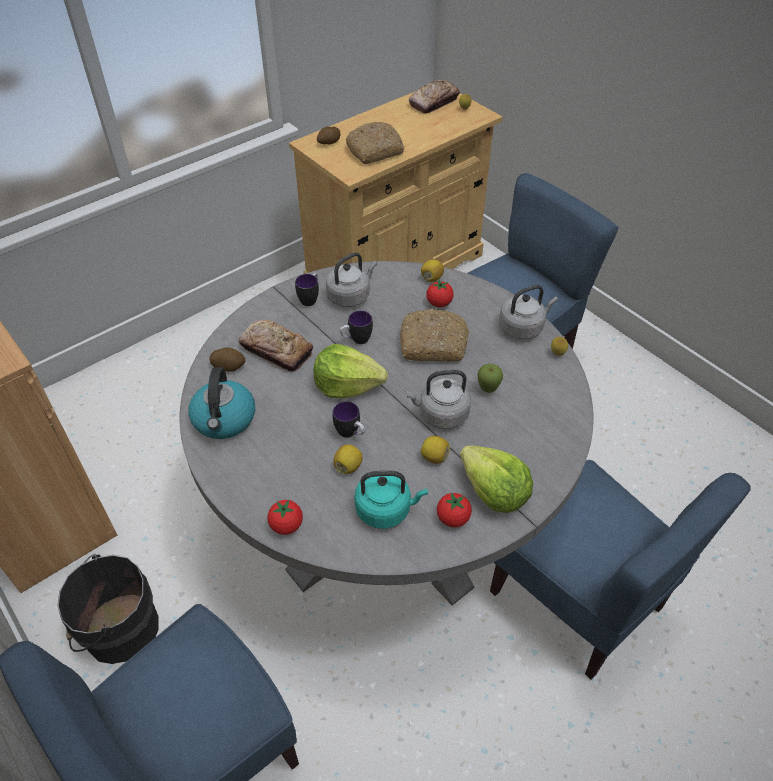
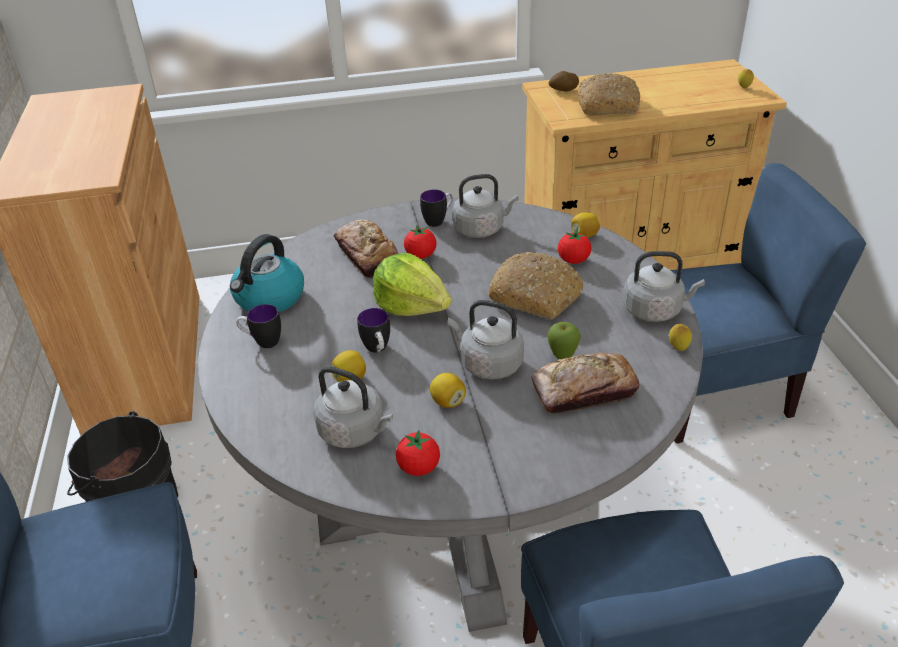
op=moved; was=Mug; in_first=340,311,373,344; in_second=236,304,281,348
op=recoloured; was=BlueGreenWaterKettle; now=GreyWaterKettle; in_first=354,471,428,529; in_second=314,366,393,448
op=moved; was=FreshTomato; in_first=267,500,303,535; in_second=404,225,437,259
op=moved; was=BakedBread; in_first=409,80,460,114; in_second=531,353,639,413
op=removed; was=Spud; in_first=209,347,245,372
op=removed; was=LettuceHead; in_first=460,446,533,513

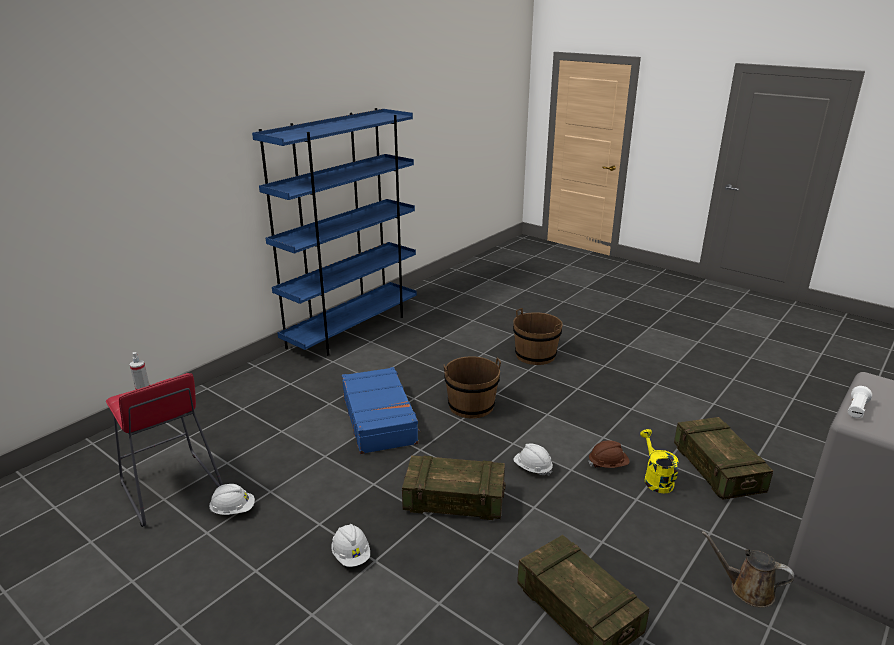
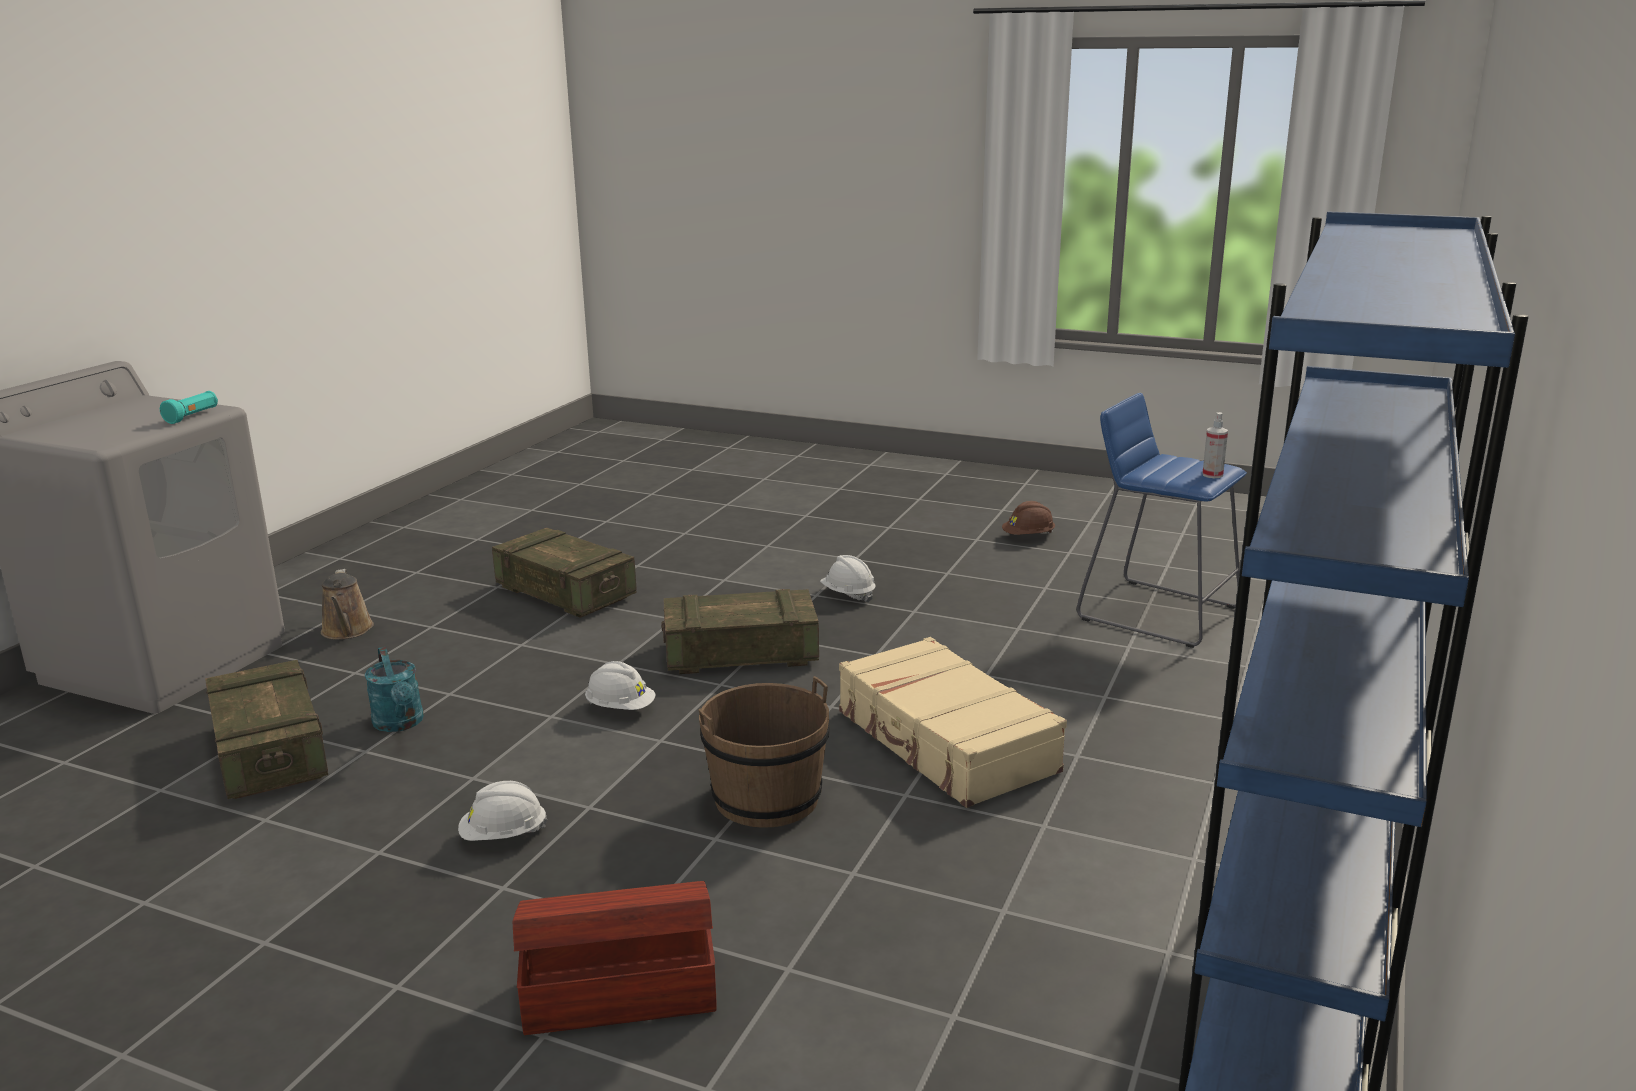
op=recoloured; was=WhitishFlashlight; now=BlueGreenFlashlight; in_first=848,386,872,418; in_second=160,391,218,424
op=turned; was=BrownishWateringCan; in_first=701,531,794,608; in_second=321,569,374,640; clockwise=60
op=recoloured; was=YellowWateringCan; now=BlueGreenWateringCan; in_first=640,429,679,493; in_second=364,647,424,732
op=moved; was=WhitishWorkHelmet; in_first=209,484,255,515; in_second=458,781,548,841
op=replaced; was=BrownishPail; now=BrownishStorageBin; in_first=513,308,563,365; in_second=513,881,717,1035
op=recoloured; was=BlueSuitcase; now=SandColouredSuitcase; in_first=342,367,420,454; in_second=839,637,1067,808
op=moved; was=BrownishWorkHelmet; in_first=589,440,630,468; in_second=1002,501,1055,535
op=recoloured; was=RedSittingStool; now=BlueSittingStool; in_first=106,373,223,527; in_second=1077,393,1247,648

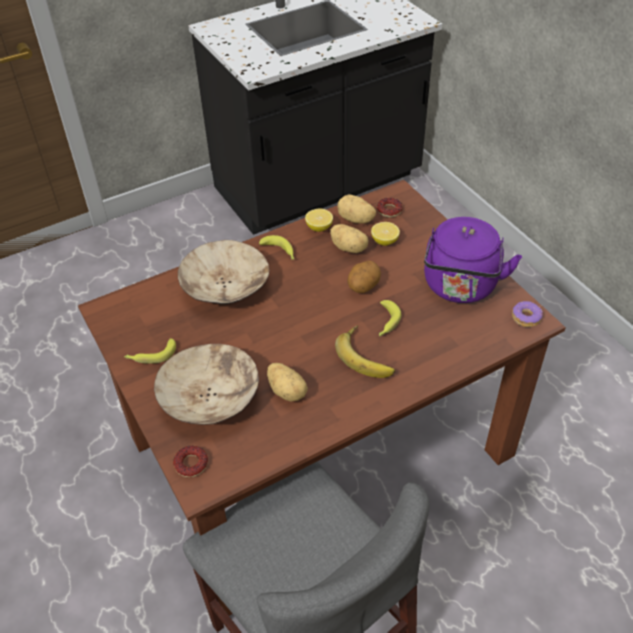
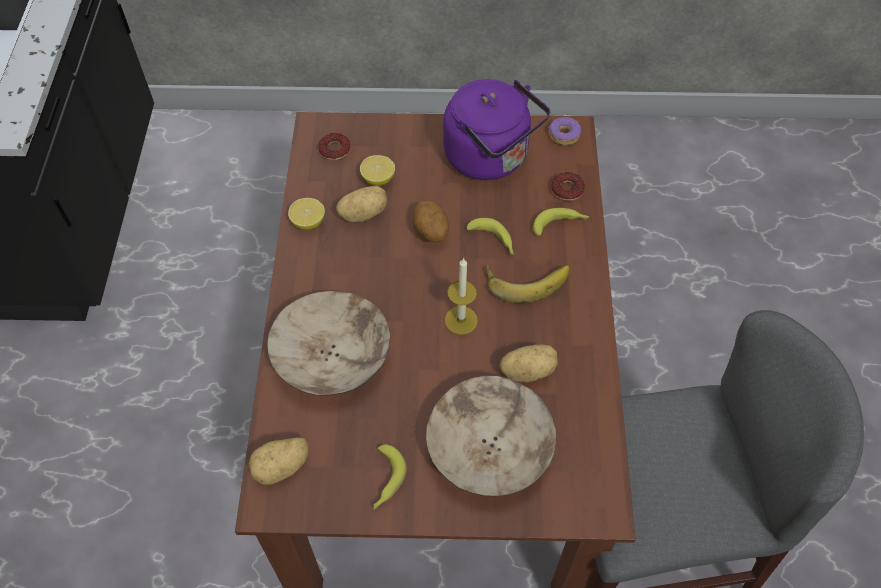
op=moved; was=Spud; in_first=337,194,376,223; in_second=248,437,309,485
op=added; now=Candle; in_second=445,258,478,335
op=moved; was=Banana; in_first=259,235,294,260; in_second=533,208,589,236
op=moved; was=Donut; in_first=173,445,208,477; in_second=551,172,585,201

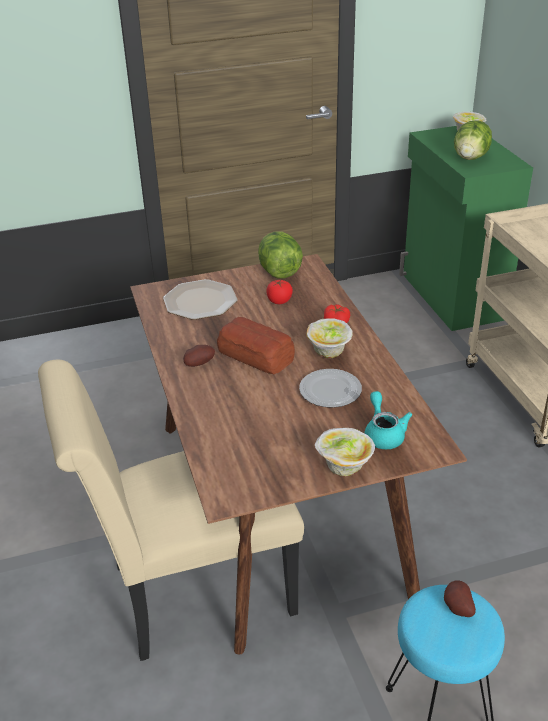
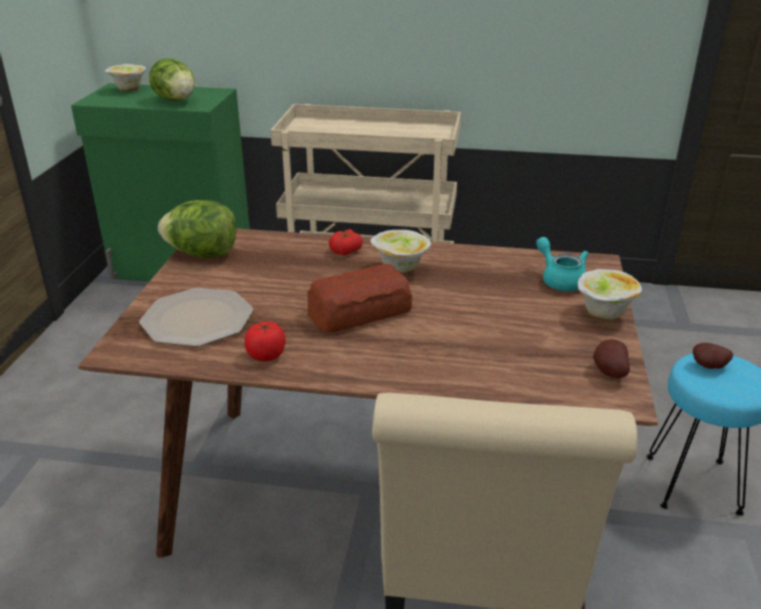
op=moved; was=FreshTomato; in_first=266,280,293,304; in_second=244,321,286,361
op=turned; was=BlueGreenTeapot; in_first=365,391,412,449; in_second=536,237,588,291; clockwise=45
op=moved; was=Spud; in_first=183,345,215,367; in_second=593,339,630,378
op=removed; was=DinnerPlate; in_first=299,369,362,408

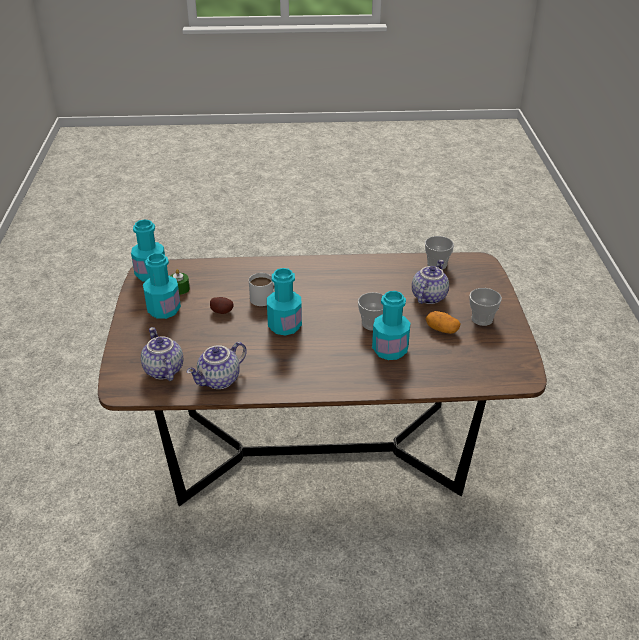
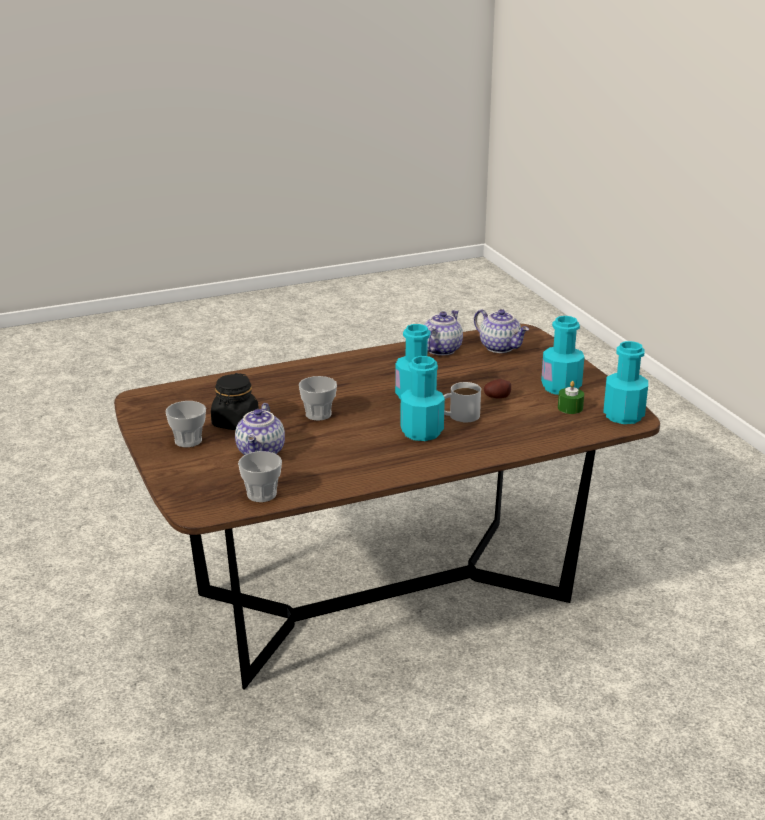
op=replaced; was=Spud; now=BlackJar; in_first=426,311,461,334; in_second=211,373,259,430
op=moved; was=BlueGreenDrinkBottle; in_first=372,291,411,360; in_second=400,356,445,441

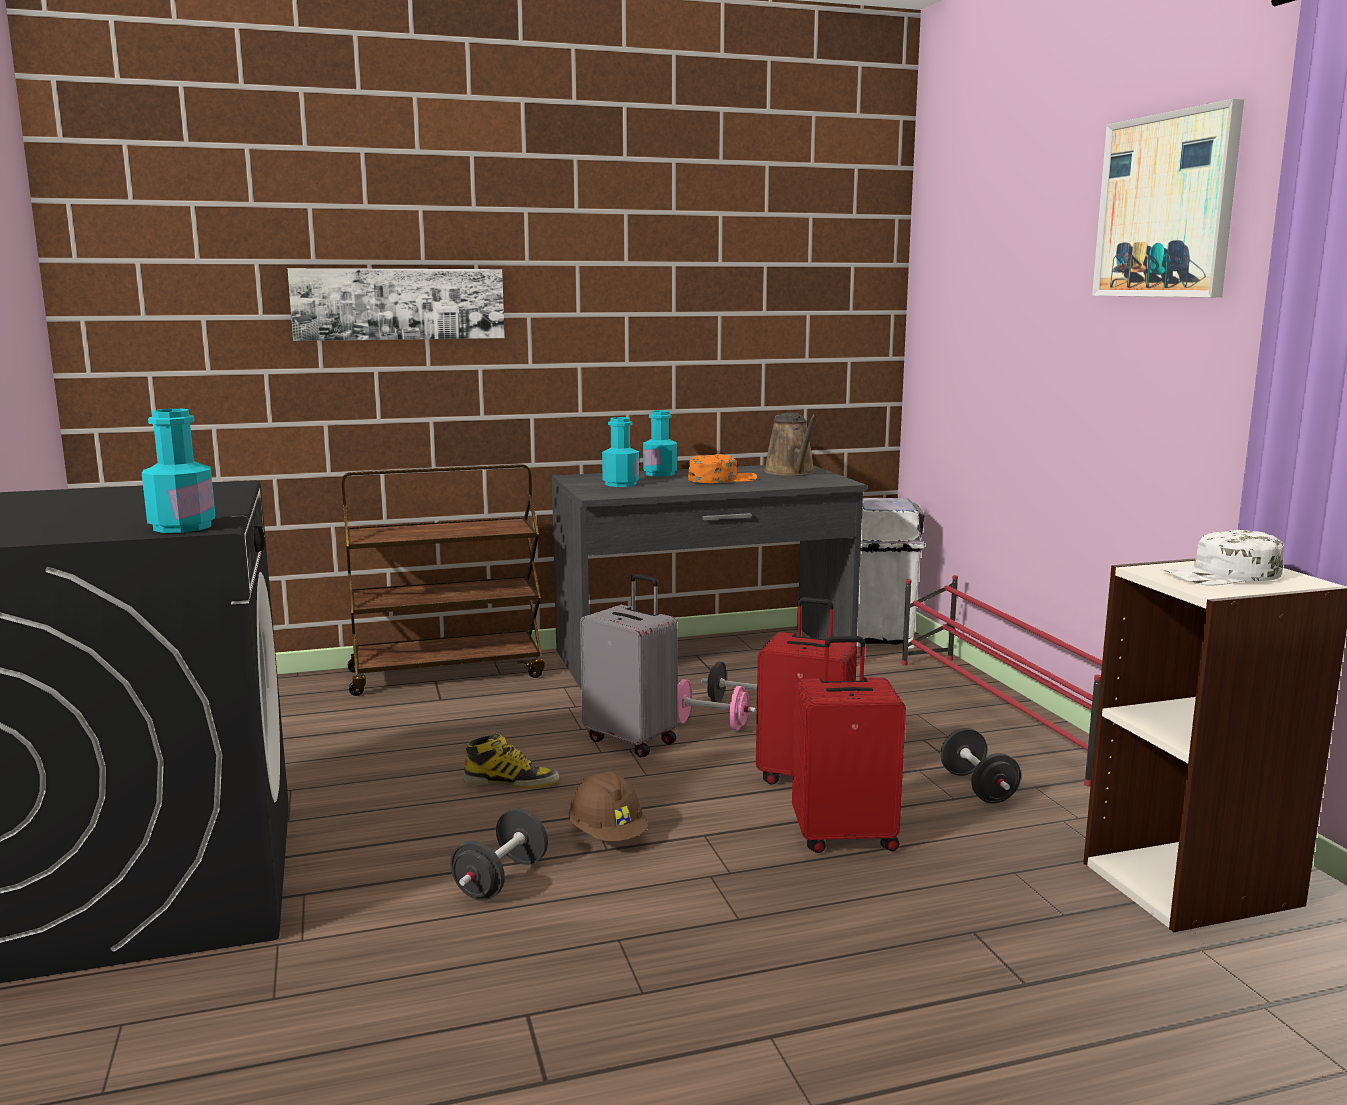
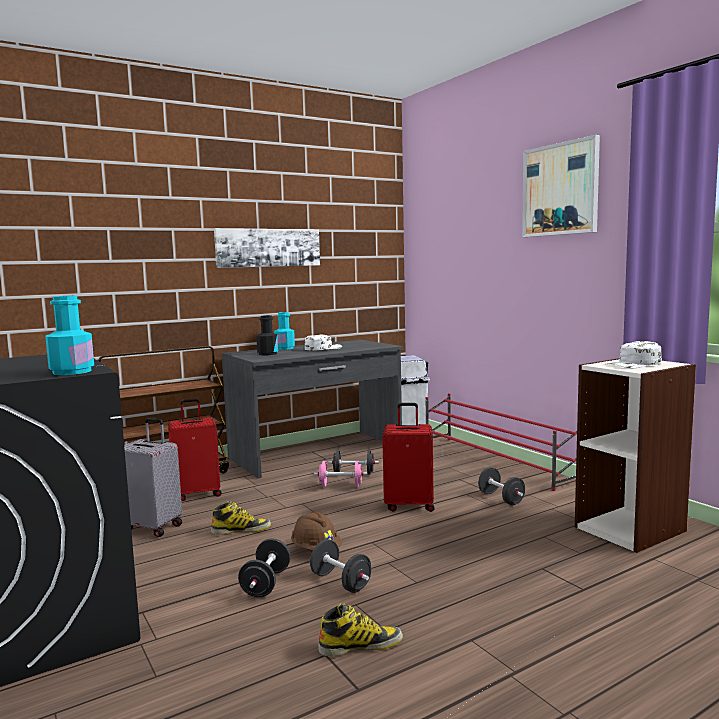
op=moved; was=GreySuitcase; in_first=580,573,677,757; in_second=124,418,182,537
op=moved; was=RedSuitcase; in_first=792,636,906,853; in_second=168,398,222,501
op=moved; was=WallPicture; in_first=288,268,505,341; in_second=214,228,320,268
op=recoloured; was=BlueGreenDrinkBottle; now=BlackDrinkBottle; in_first=602,417,639,487; in_second=256,315,278,355
op=recoloured; was=OrangeColouredCap; now=WhitishCap; in_first=688,454,757,483; in_second=304,335,342,350
op=added; now=BlackFreeWeight; in_second=310,539,372,593
op=added; now=HighTopBoot; in_second=318,603,403,656
op=removed; was=BrownishWateringCan; in_first=764,413,818,476

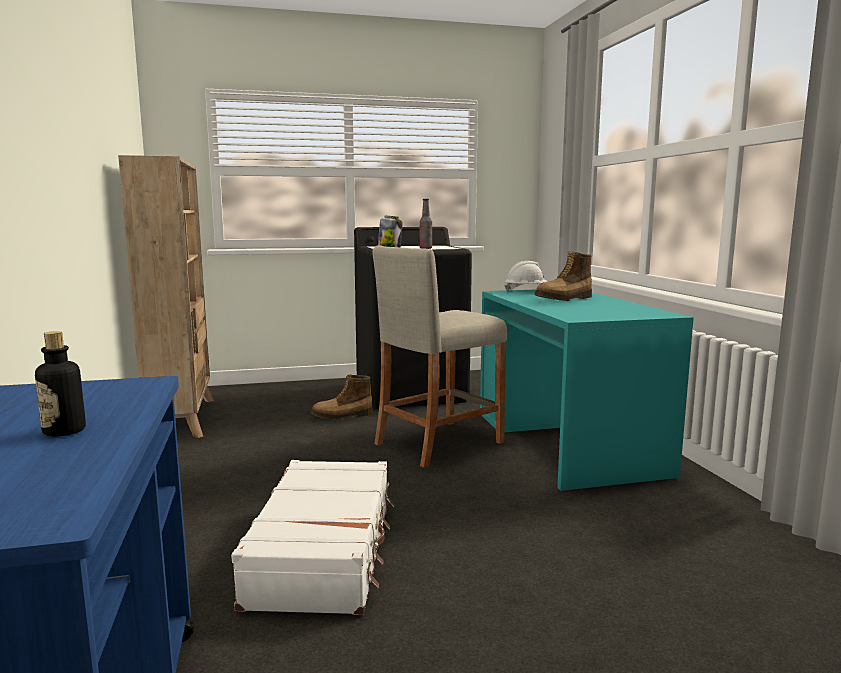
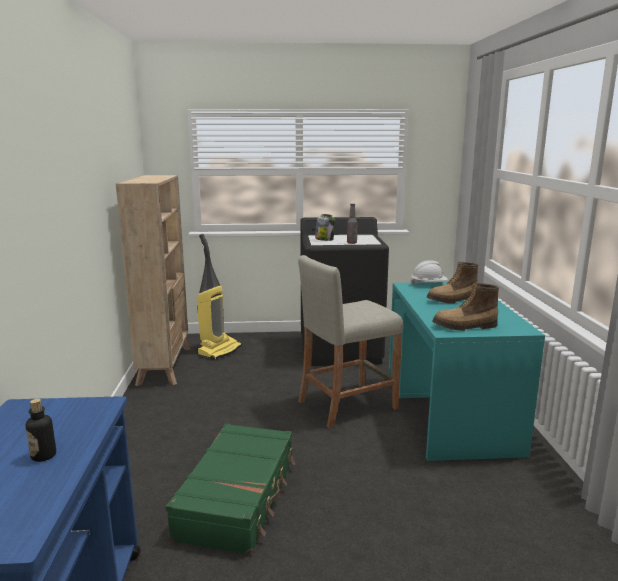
op=recoloured; was=WhitishSuitcase; now=GreenishSuitcase; in_first=231,460,394,615; in_second=166,423,296,555
op=added; now=Vacuum; in_second=196,234,242,361
op=moved; was=HighTopBoot; in_first=311,375,373,420; in_second=432,283,499,331

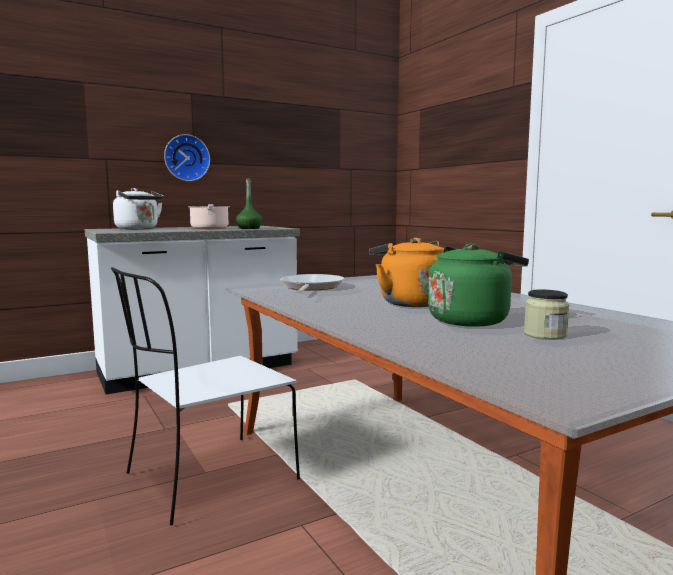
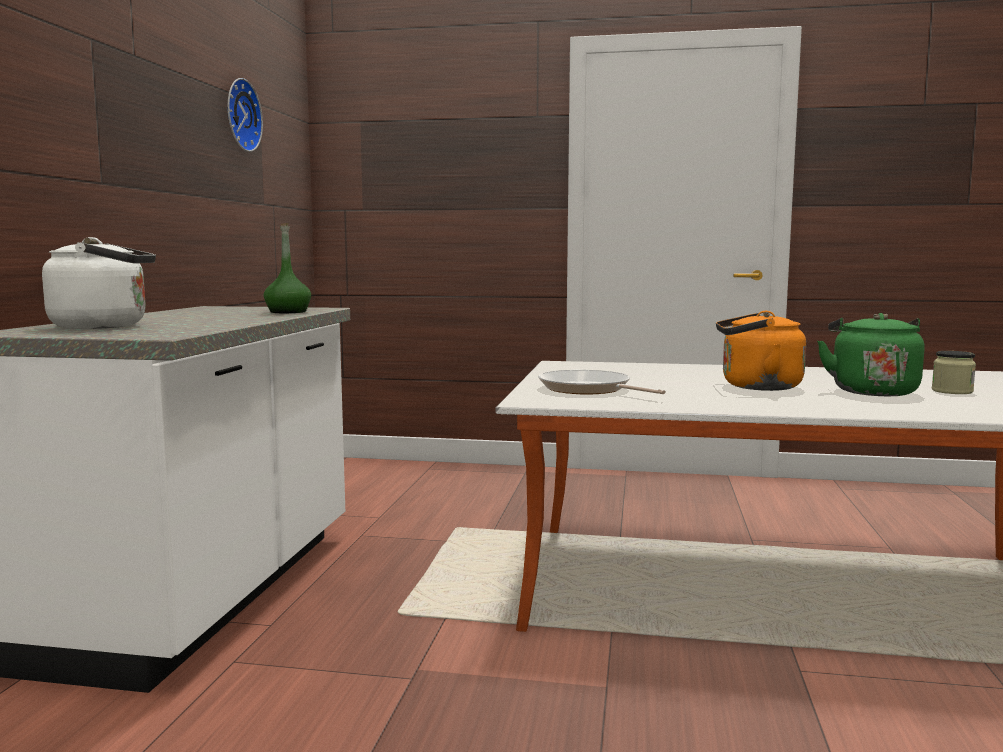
op=moved; was=WallClock; in_first=164,134,210,181; in_second=228,78,263,152
op=removed; was=WhitishUprightChair; in_first=111,267,300,525
op=removed; was=Stockpot; in_first=190,204,228,229

